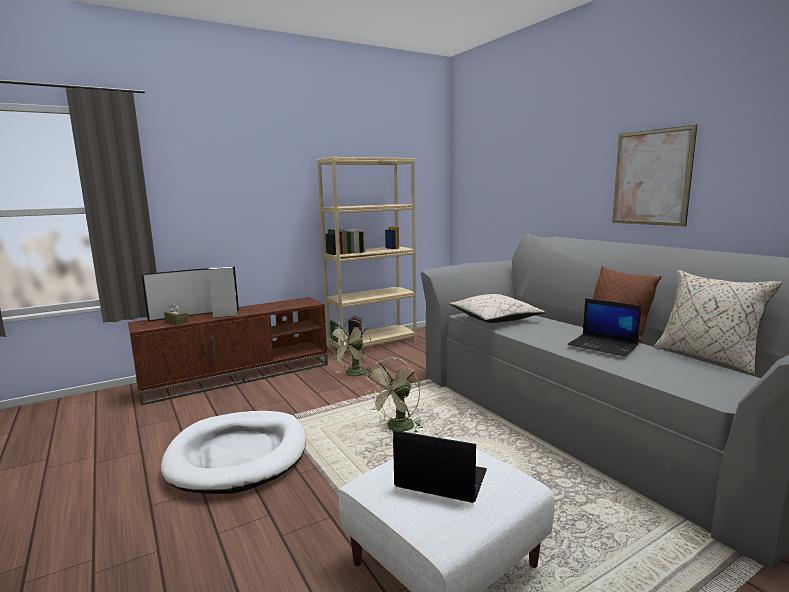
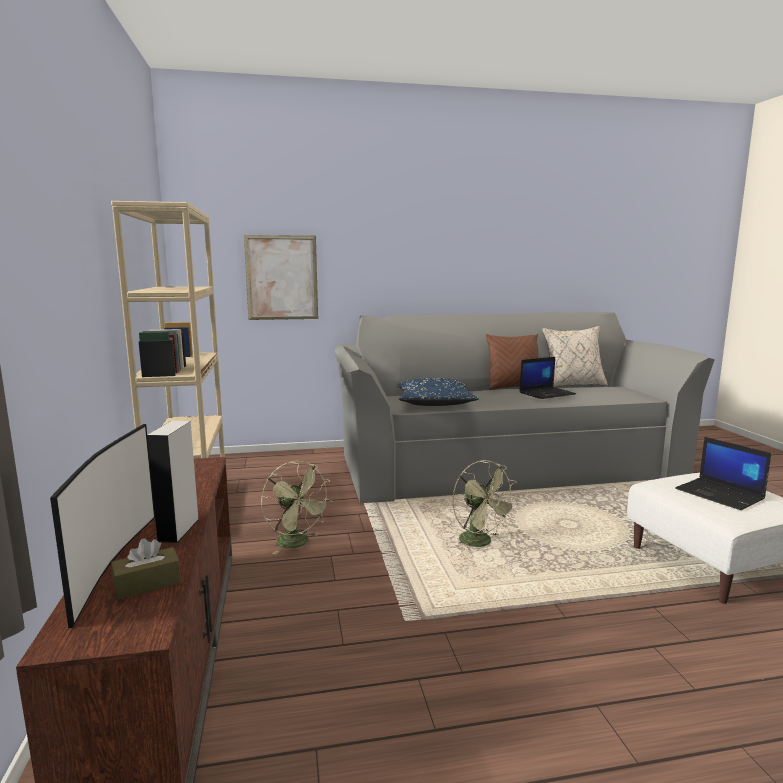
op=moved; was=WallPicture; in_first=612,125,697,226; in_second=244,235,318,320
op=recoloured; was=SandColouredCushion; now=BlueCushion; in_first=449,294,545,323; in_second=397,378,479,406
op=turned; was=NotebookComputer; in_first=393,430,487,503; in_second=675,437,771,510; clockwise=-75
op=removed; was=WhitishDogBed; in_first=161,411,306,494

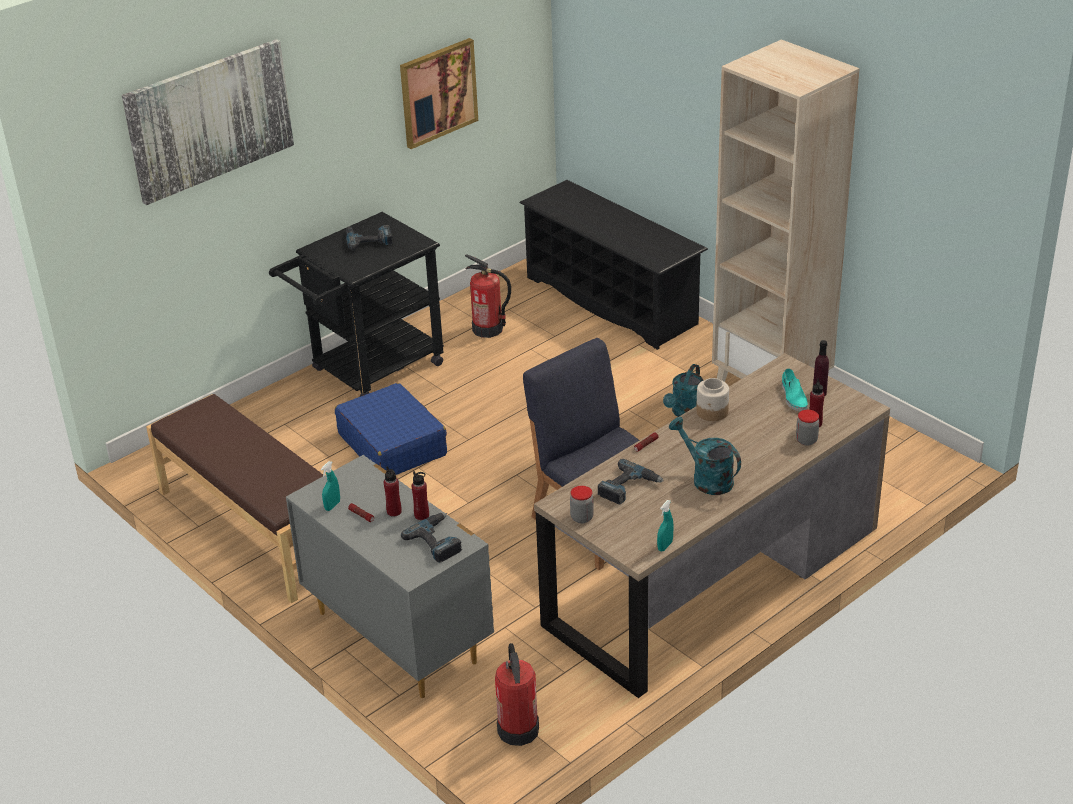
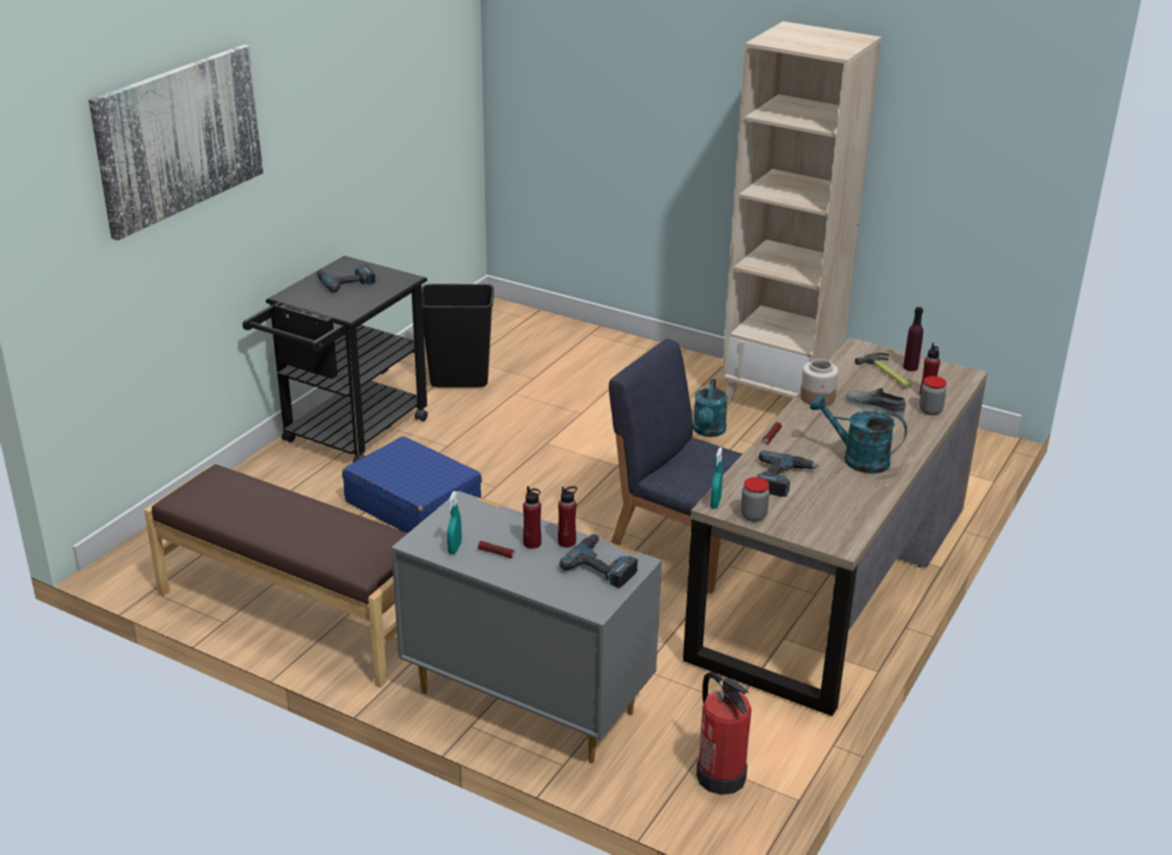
op=replaced; was=FireExtinguisher; now=BlackRubbishBin; in_first=465,254,511,338; in_second=422,284,494,388
op=moved; was=BlueGreenSprayBottle; in_first=657,500,674,551; in_second=710,447,723,509
op=added; now=GreyItemOfFootwear; in_second=846,388,906,417
op=replaced; was=BlueGreenItemOfFootwear; now=ToolHammer; in_first=782,368,808,411; in_second=855,352,911,388
op=removed; was=WallPicture; in_first=400,38,478,149
op=removed; was=BlackShoeShelf; in_first=519,180,708,350

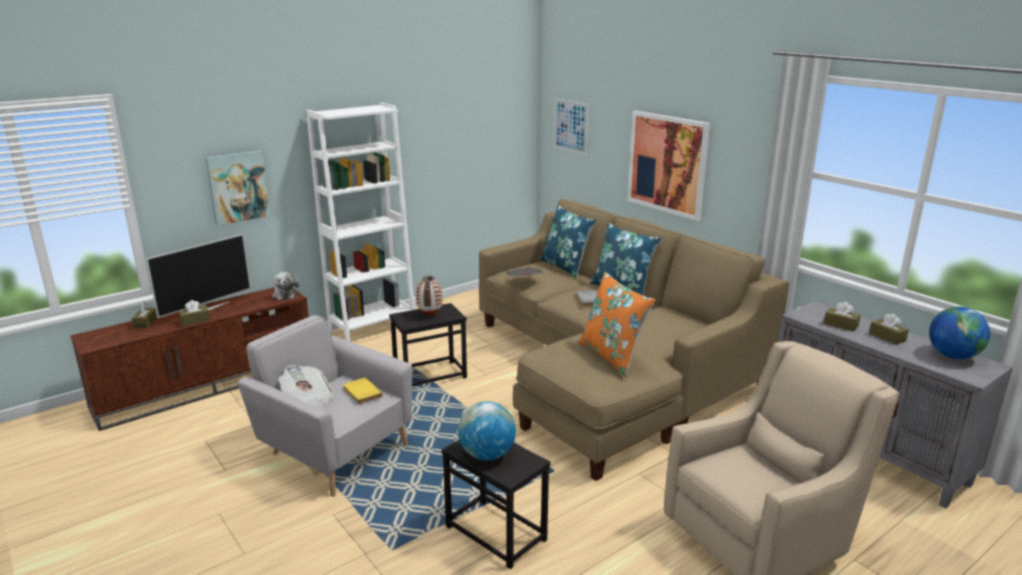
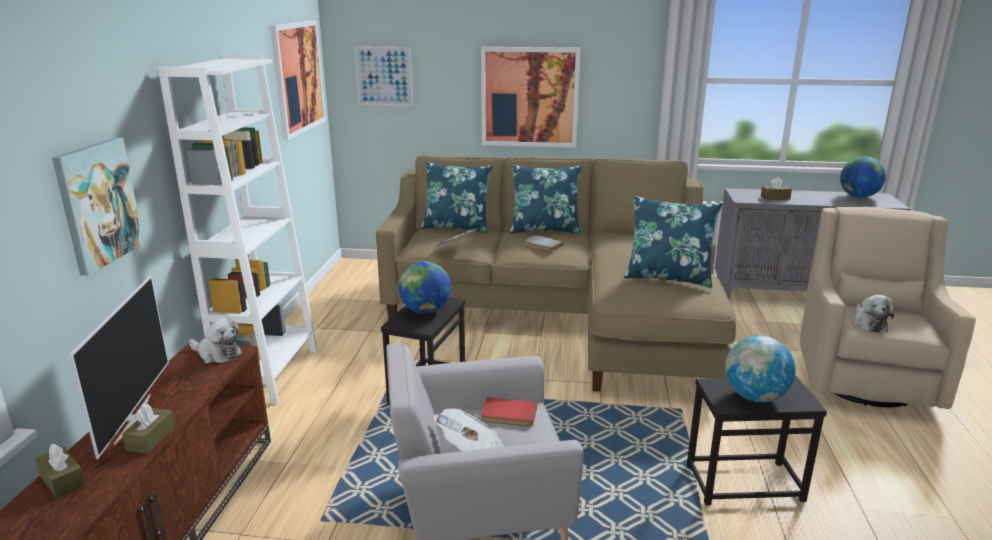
op=added; now=WallPicture; in_second=270,20,326,140
op=replaced; was=Vase; now=WorldGlobe; in_first=416,276,442,315; in_second=399,261,451,314
op=recoloured; was=YellowBoundBook; now=RedBoundBook; in_first=343,377,382,404; in_second=481,397,537,426
op=recoloured; was=OrangeColouredCushion; now=BlueCushion; in_first=578,272,656,377; in_second=624,196,722,288
op=added; now=PlushToy; in_second=852,295,894,333
op=removed; was=BrownishTissueBox; in_first=869,313,909,345

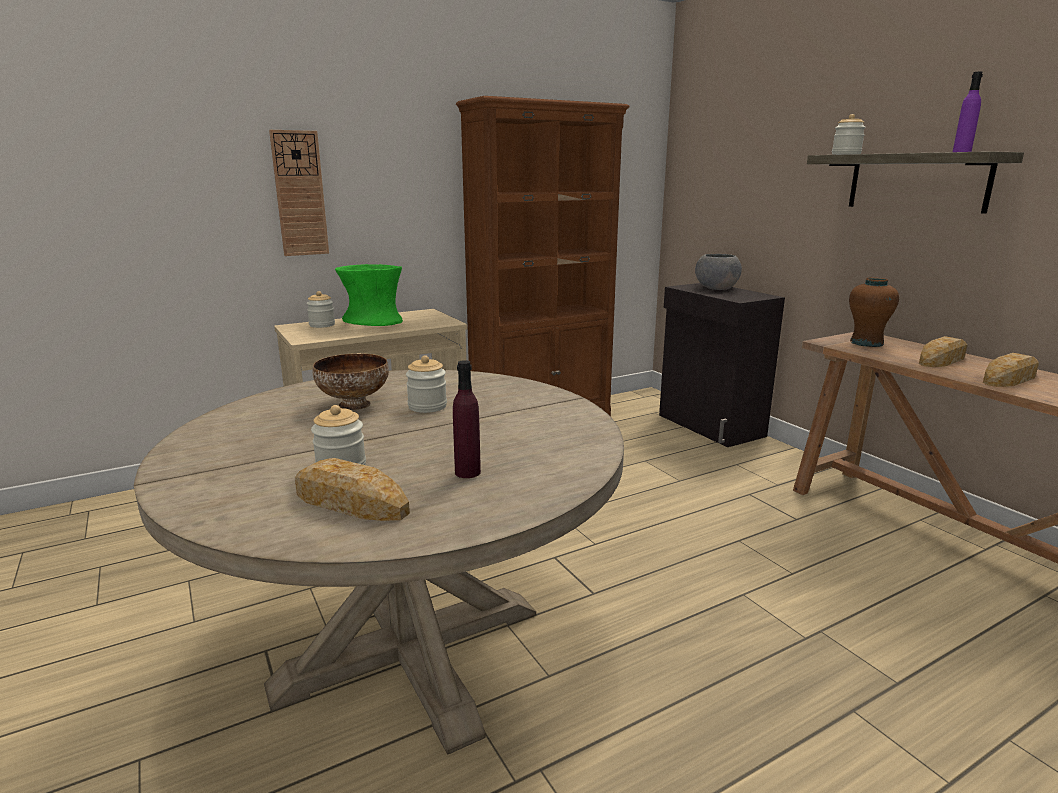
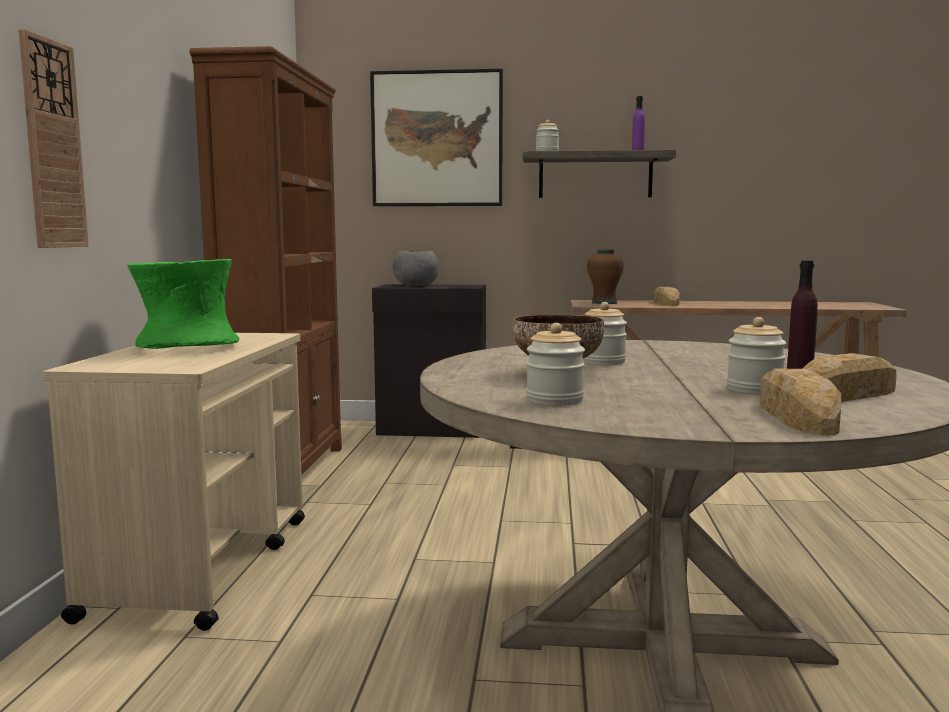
op=added; now=WallPicture; in_second=370,69,503,206
op=moved; was=Jar; in_first=307,291,335,328; in_second=526,323,585,406
op=moved; was=BakedBread; in_first=983,353,1039,387; in_second=760,369,842,436

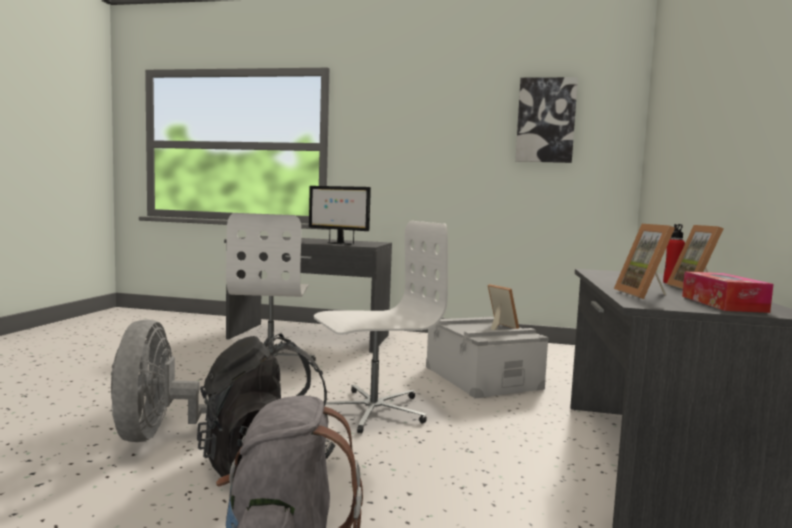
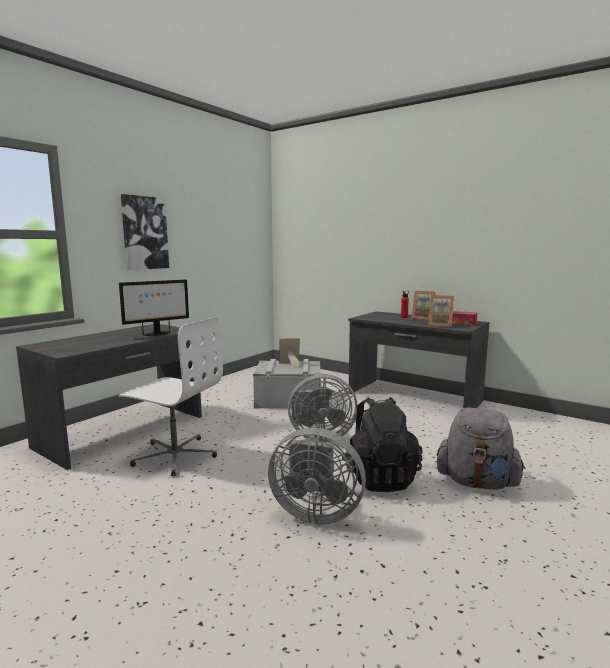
op=moved; was=WallPicture; in_first=515,77,578,163; in_second=121,194,169,270
op=replaced; was=WhitishDeskChair; now=GreyElectricFan; in_first=314,221,448,434; in_second=288,374,358,442

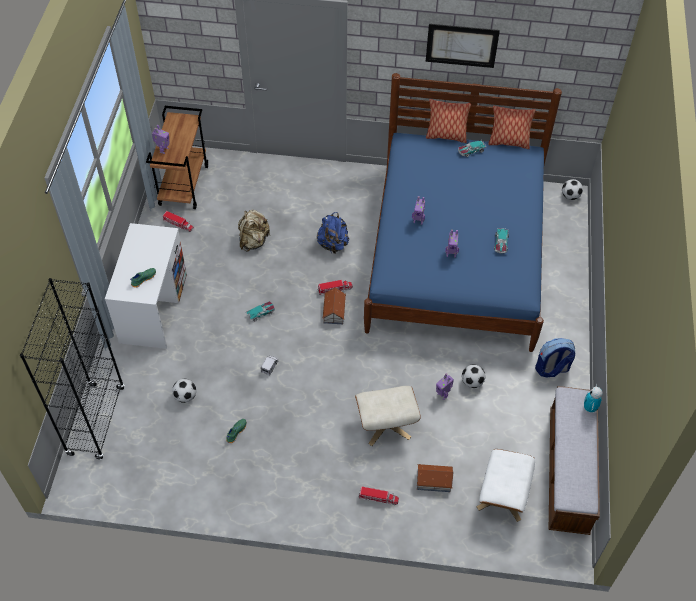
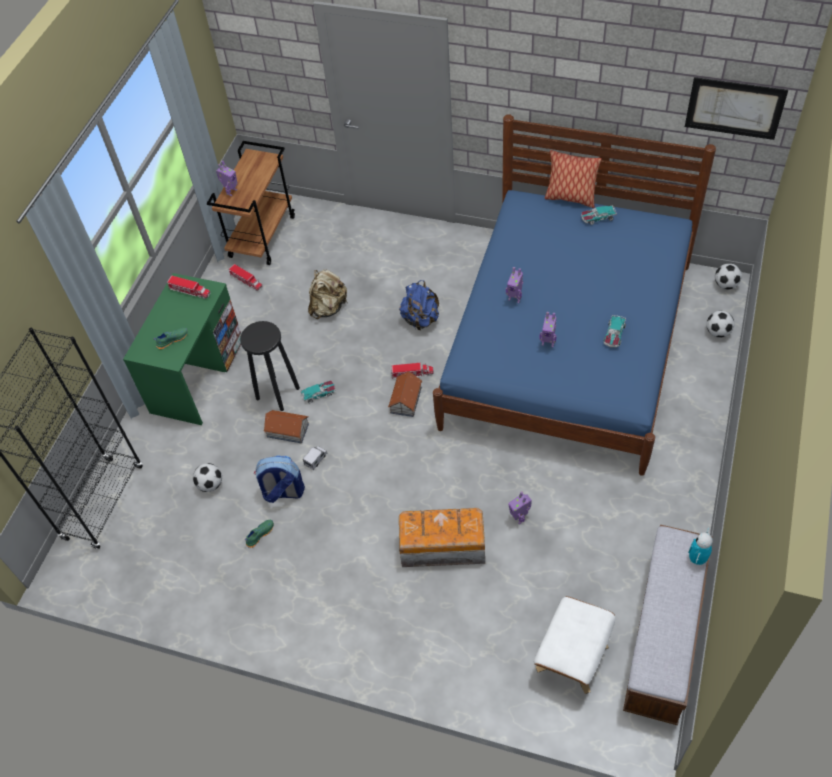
op=recoloured; was=WhitishDeskUnit; now=GreenishDeskUnit; in_first=105,223,187,349; in_second=123,273,241,425
op=moved; was=ModelTruck; in_first=358,486,399,505; in_second=167,276,210,299
op=added; now=BlackSittingStool; in_second=240,321,300,411
op=moved; was=Knapsack; in_first=535,338,575,377; in_second=254,455,305,503
op=moved; was=MiniatureHouse; in_first=417,464,453,492; in_second=264,410,309,444
op=replaced; was=SandColouredOttoman; now=StorageBin; in_first=355,386,421,446; in_second=399,508,485,567
op=moved; was=WallPicture; in_first=426,24,500,68; in_second=685,77,788,140
op=moved; was=BallForFootball; in_first=462,364,486,388; in_second=706,311,734,338
op=removed; was=Cushion; in_first=488,106,536,149

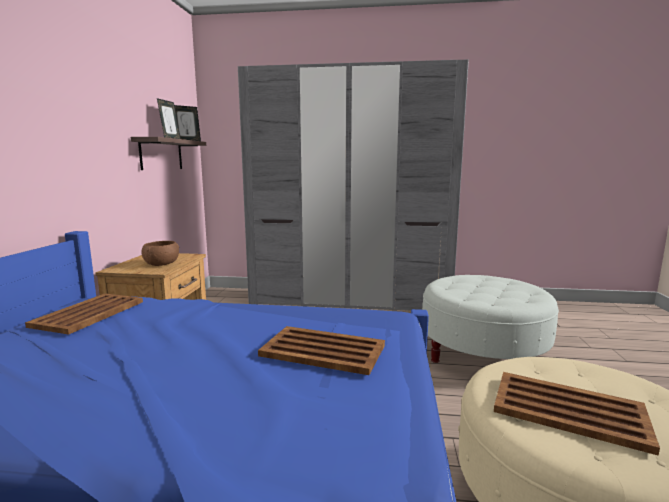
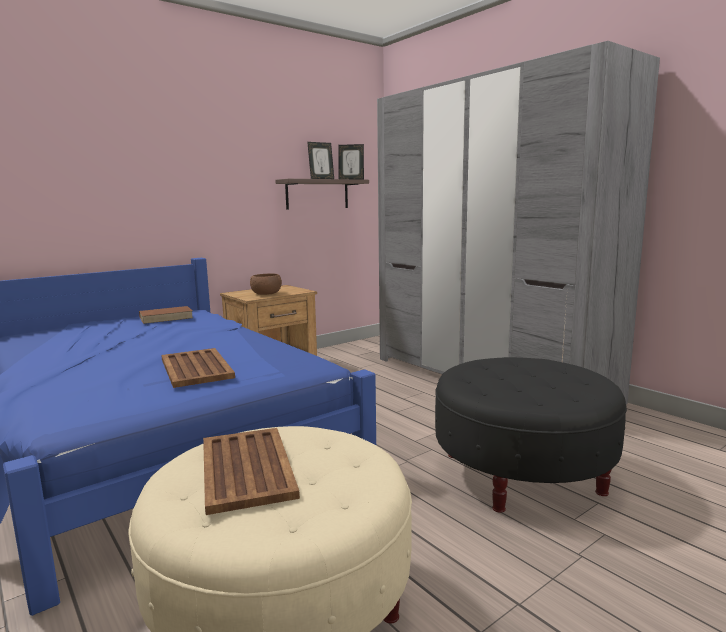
op=replaced; was=BrownishTray; now=BrownishBoundBook; in_first=25,293,143,335; in_second=139,306,193,324
op=recoloured; was=WhitishOttoman; now=BlackOttoman; in_first=422,275,559,363; in_second=435,357,627,513

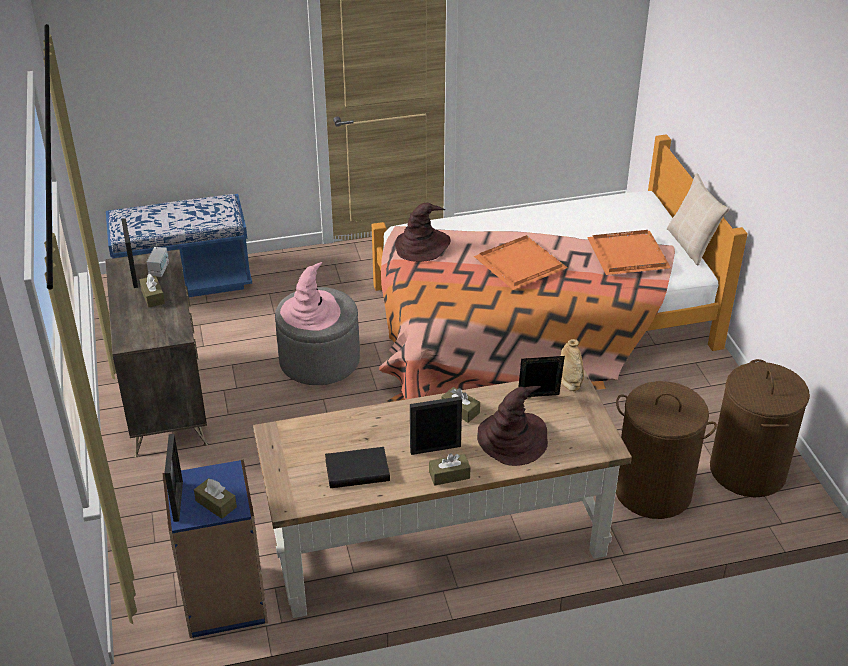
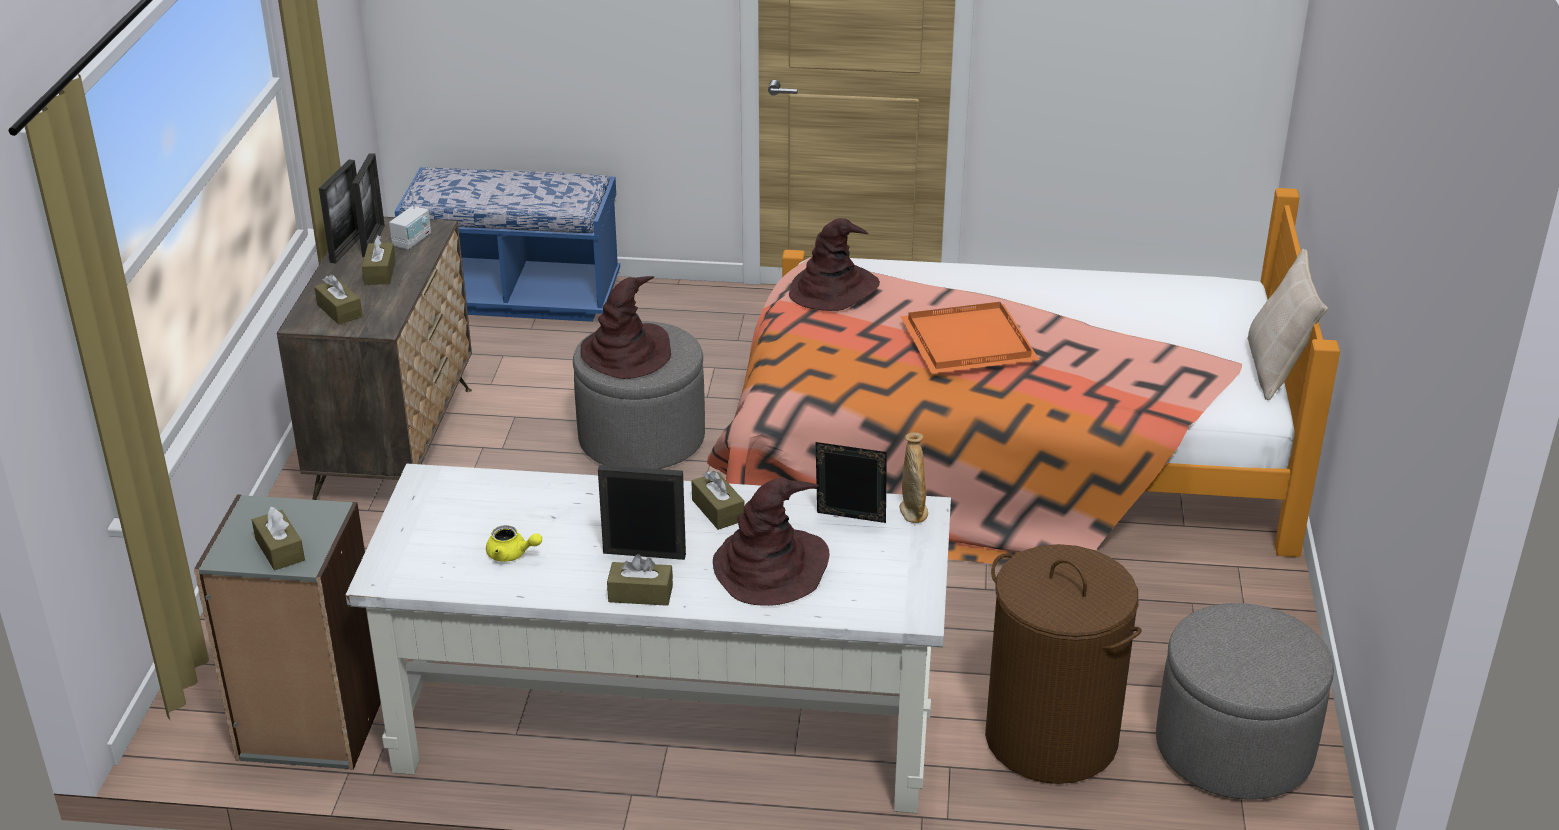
op=recoloured; was=BlueBookcase; now=GreyBookcase; in_first=162,459,268,638; in_second=194,494,381,770
op=added; now=BrownishTissueBox; in_second=314,274,363,325
op=moved; was=PictureFrame; in_first=164,434,183,522; in_second=319,159,360,263
op=recoloured; was=BrownishDeskUnit; now=WhitishDeskUnit; in_first=253,370,632,618; in_second=346,463,951,813
op=replaced; was=BlackBoundBook; now=YellowTeapot; in_first=325,447,390,488; in_second=486,525,542,562
op=recoloured; was=PinkishHat; now=BrownishHat; in_first=280,262,340,331; in_second=580,276,671,379
op=replaced; was=BrownishWashingBasket; now=GreyOttoman; in_first=710,359,810,497; in_second=1156,603,1334,800
op=removed; was=OrangeColouredTray; in_first=587,230,671,275

